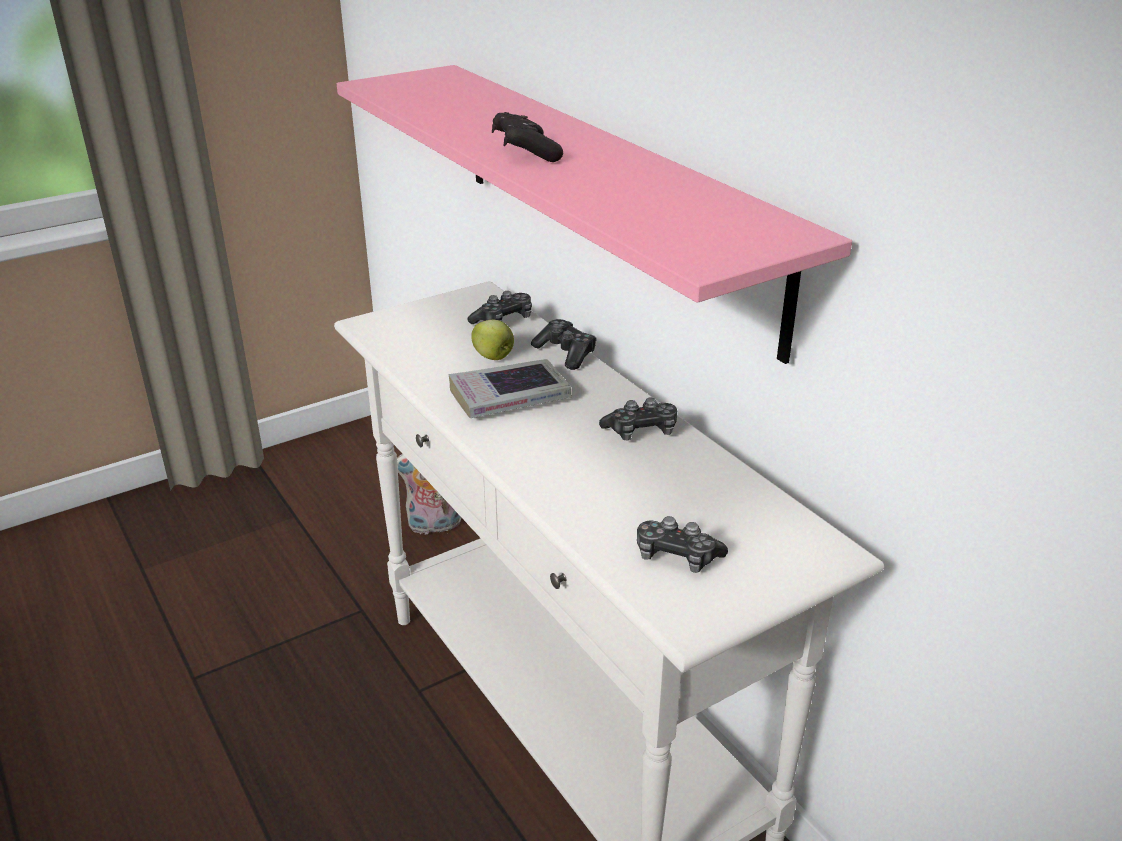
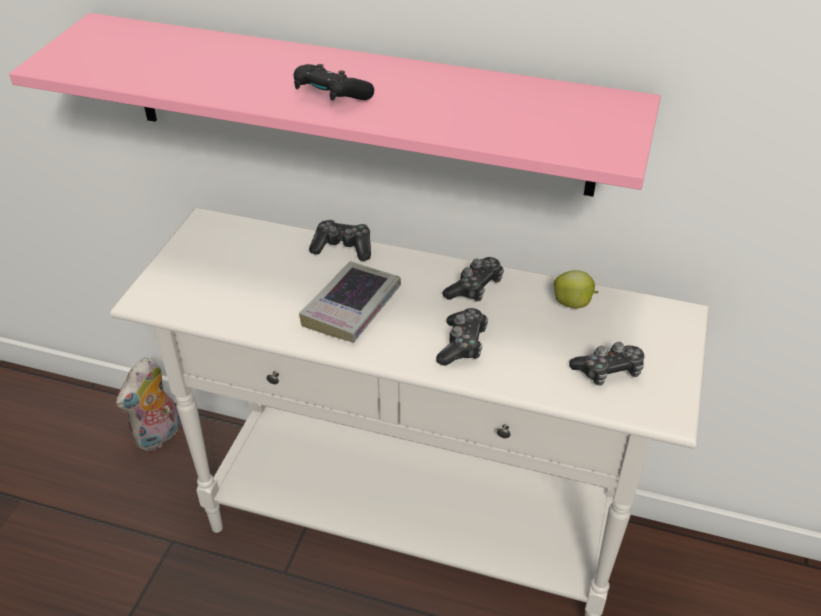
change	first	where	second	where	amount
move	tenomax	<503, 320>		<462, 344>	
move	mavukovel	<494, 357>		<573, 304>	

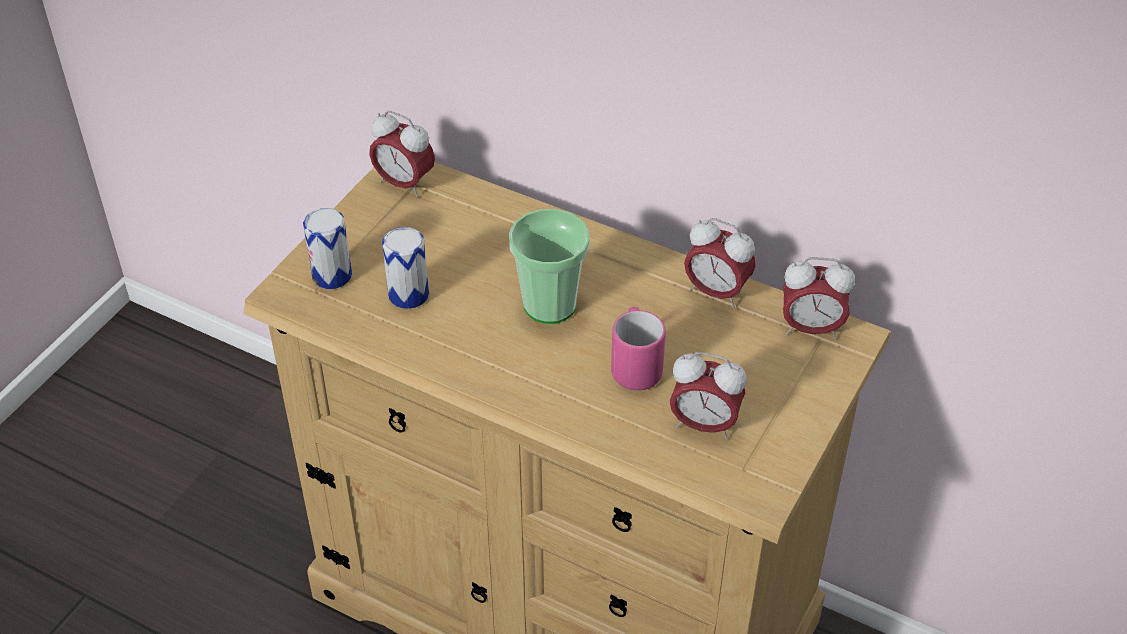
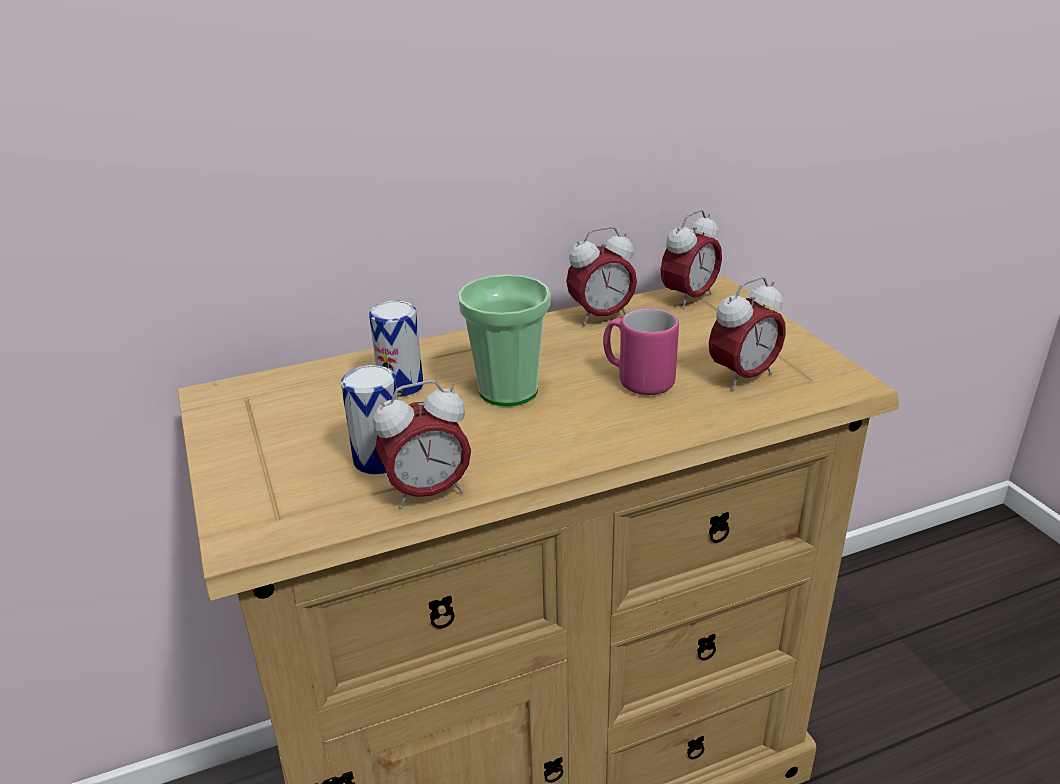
change	first	where	second	where	amount
move	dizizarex	<332, 275>		<401, 386>	
move	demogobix	<404, 184>		<428, 493>	

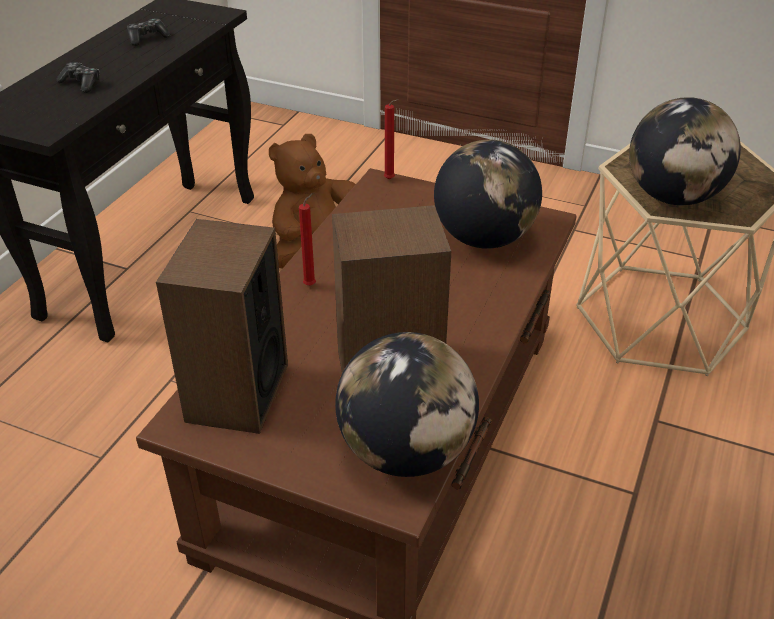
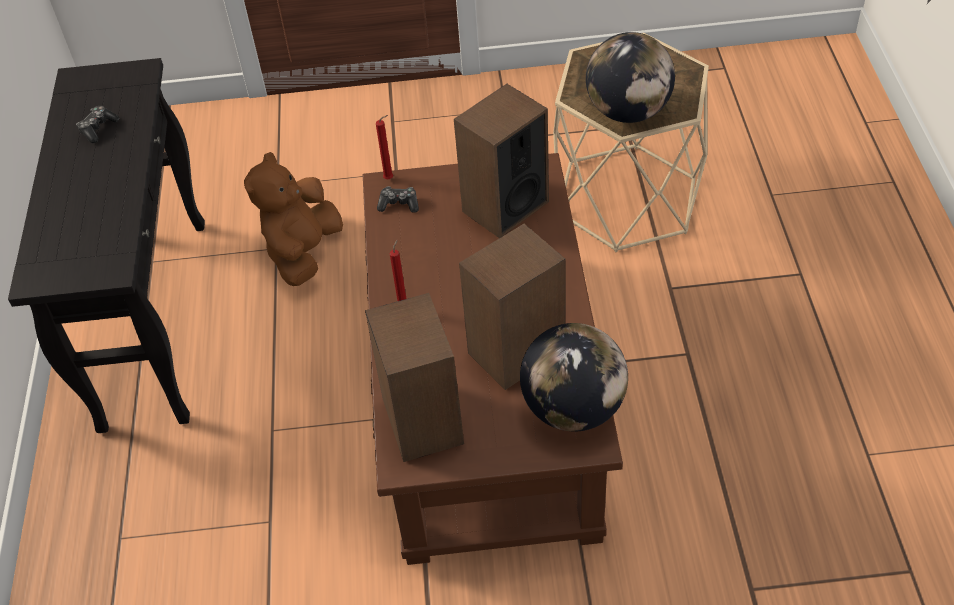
change	first	where	second	where	amount
move	tenomax	<81, 83>		<399, 204>	
replace	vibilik	<484, 239>	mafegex	<505, 206>	

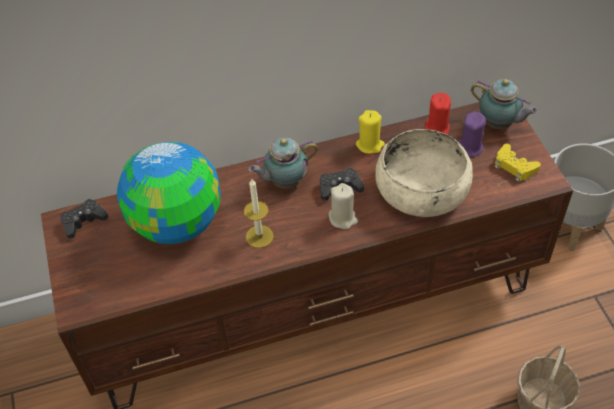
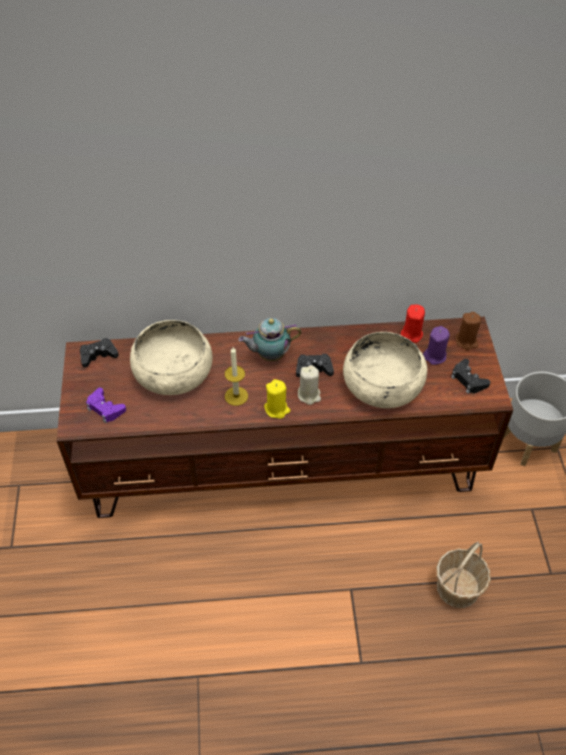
change	first	where	second	where	amount
insert			purple tenomax	<105, 408>	
replace	vibilik	<178, 223>	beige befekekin	<173, 372>	
move	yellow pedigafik	<370, 145>		<277, 409>	
recolor	yellow tenomax	<514, 166>	black tenomax	<468, 380>	
replace	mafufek	<499, 124>	brown pedigafik	<466, 341>	

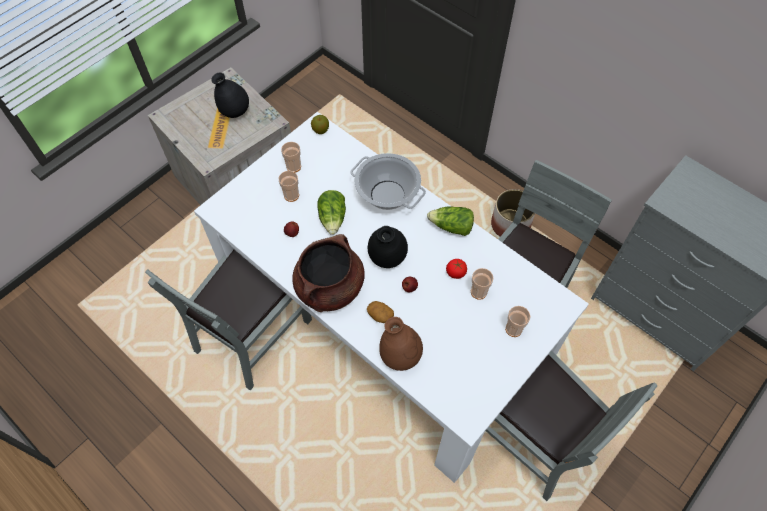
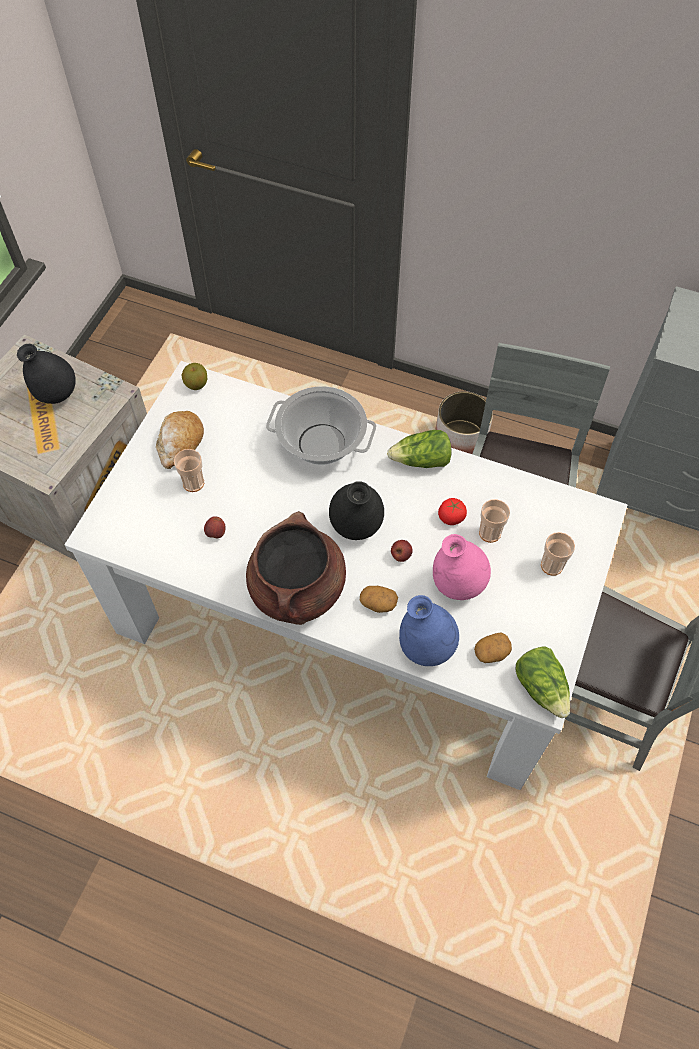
change	first	where	second	where	amount
replace	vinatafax	<293, 166>	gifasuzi	<180, 443>	
recolor	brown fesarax	<400, 356>	blue fesarax	<426, 647>	
insert			pink fesarax	<458, 584>	
insert			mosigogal	<491, 652>	
move	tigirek	<333, 218>		<541, 687>	
delete	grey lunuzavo	<252, 334>			

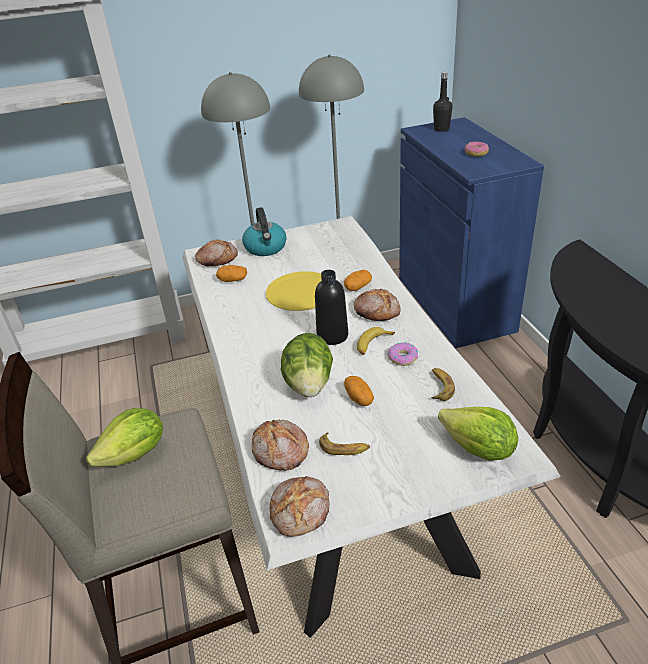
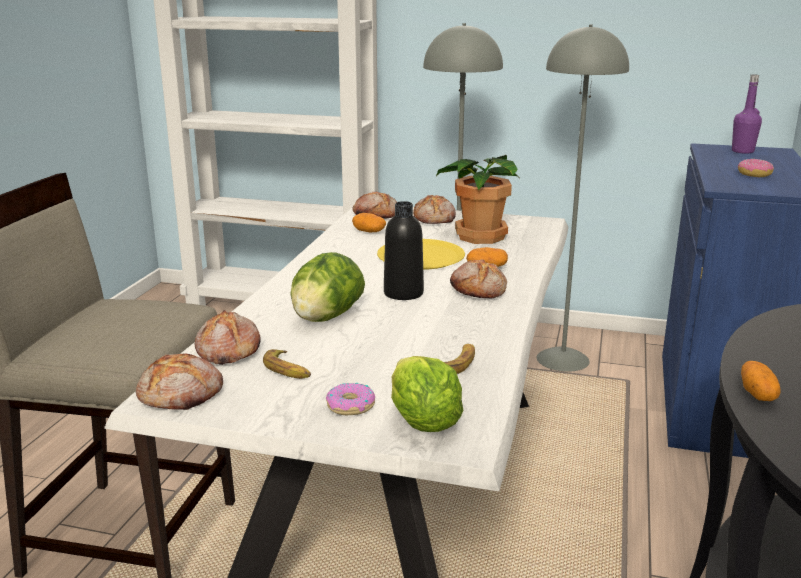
change	first	where	second	where	amount
move	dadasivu	<403, 358>		<350, 406>	
replace	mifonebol	<266, 248>	gifasuzi	<435, 219>	
insert			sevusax	<479, 236>	
recolor	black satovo	<441, 129>	purple satovo	<742, 151>	
move	mosigogal	<359, 398>		<758, 394>	
delete	tigirek	<135, 454>			
delete	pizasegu	<372, 345>			

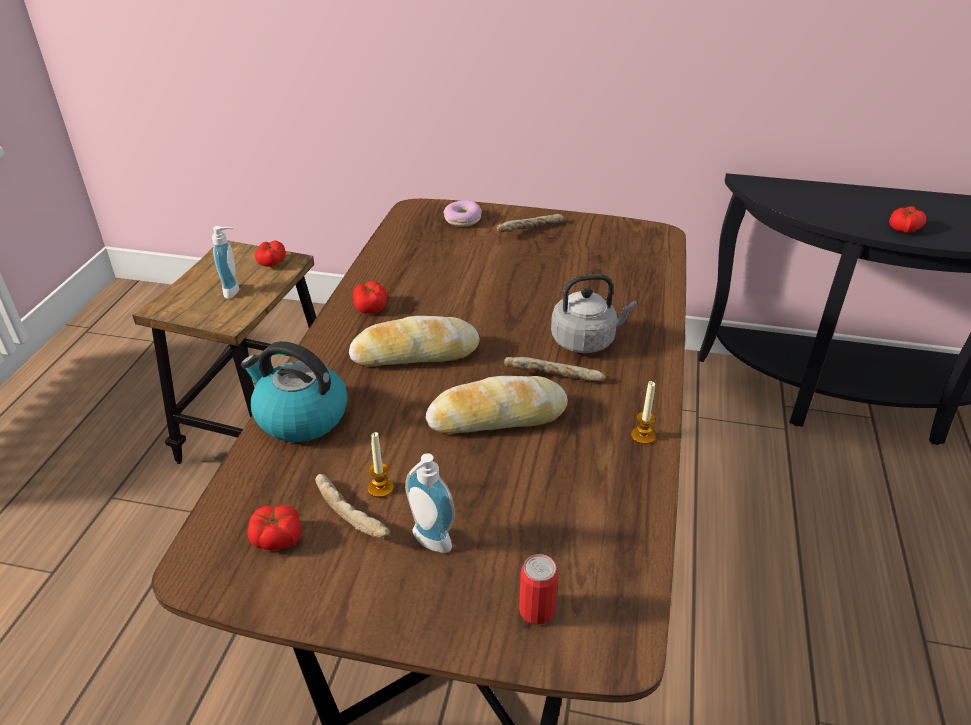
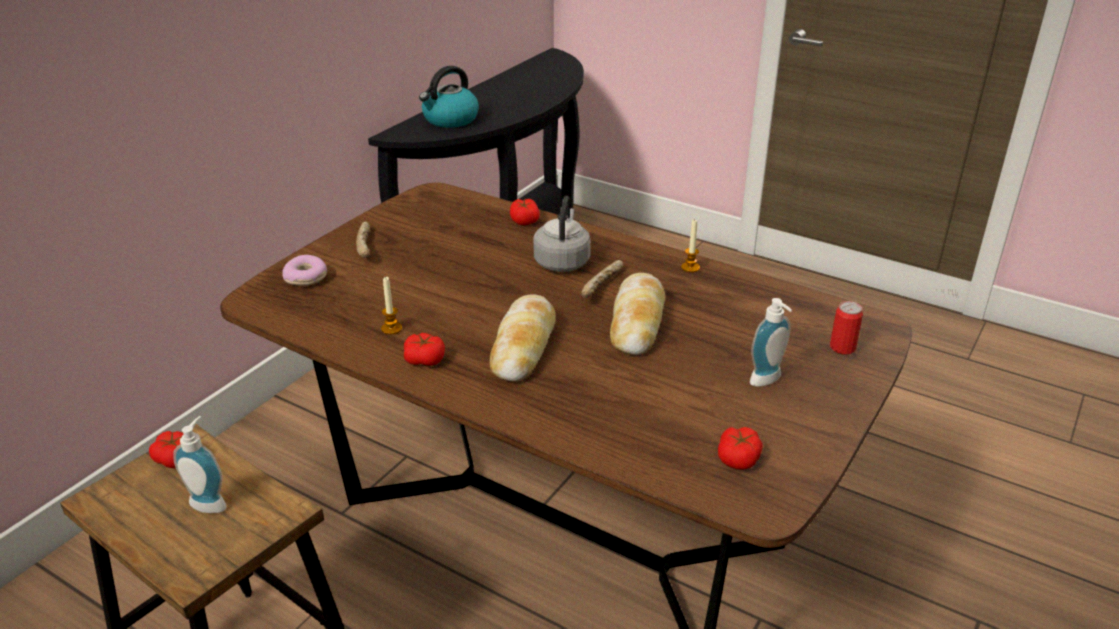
change	first	where	second	where	amount
move	pedigafik	<380, 488>		<391, 329>	
move	mifonebol	<300, 416>		<450, 120>	
move	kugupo	<904, 228>		<524, 220>	
delete	gifasuzi	<352, 514>			

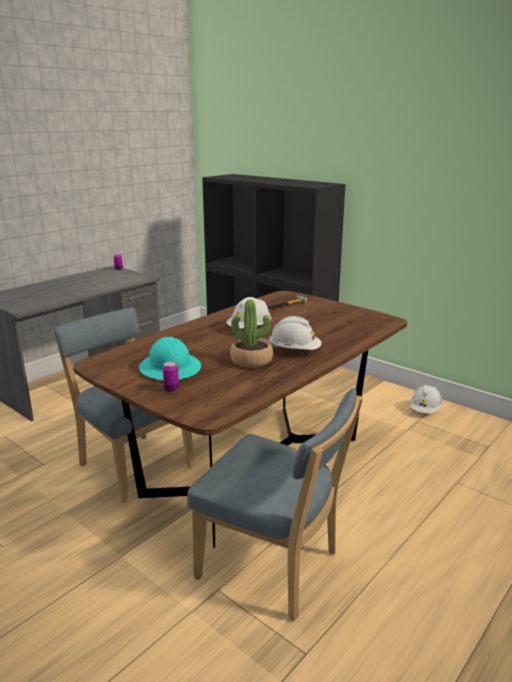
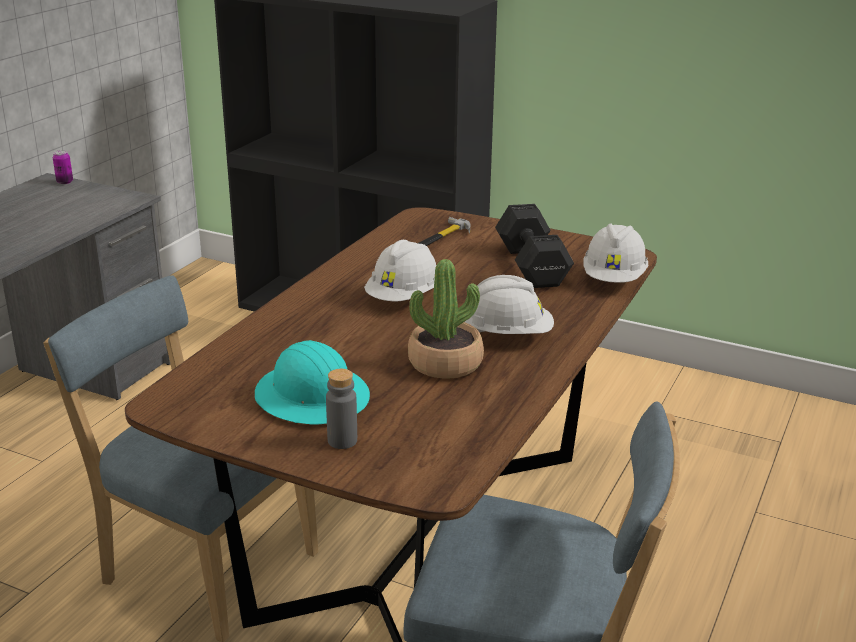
change	first	where	second	where	amount
replace	dizizarex	<171, 389>	grey satovo	<342, 441>	
insert			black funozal	<532, 265>	
move	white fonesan	<425, 410>		<614, 279>	

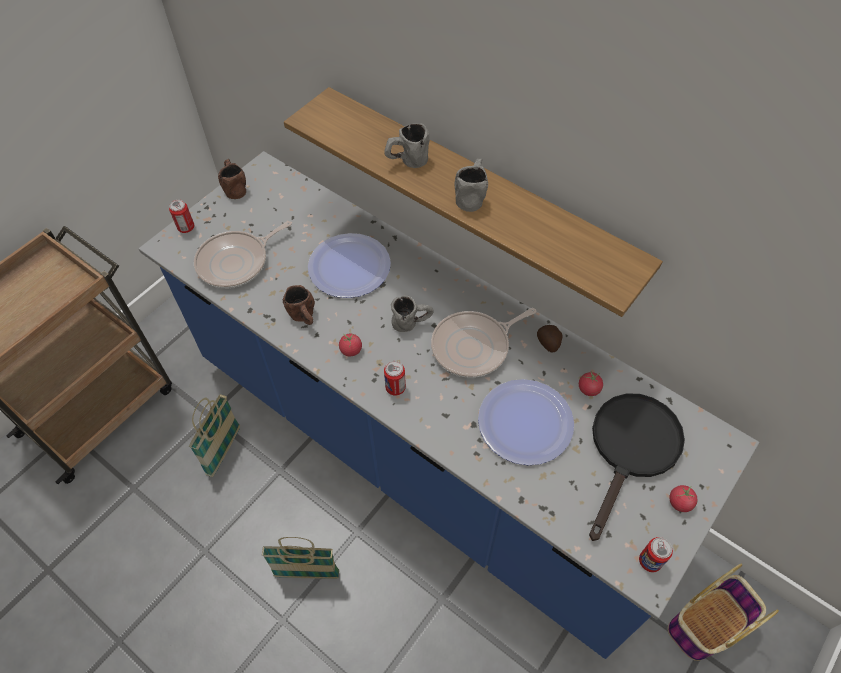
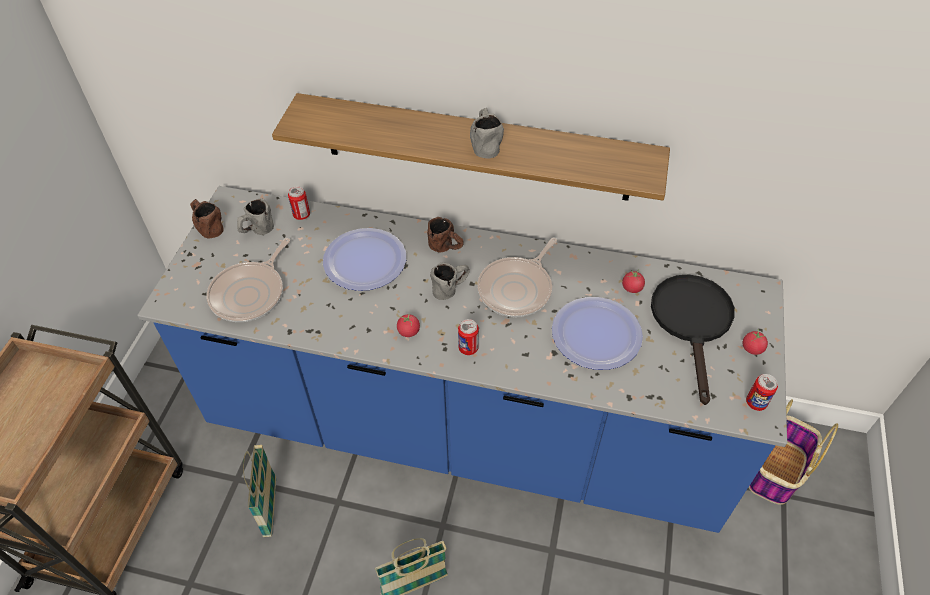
change	first	where	second	where	amount
move	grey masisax	<406, 161>		<257, 231>	
move	dizizarex	<186, 228>		<301, 215>	
move	brown masisax	<304, 318>		<446, 248>	
delete	mosigogal	<548, 344>			

